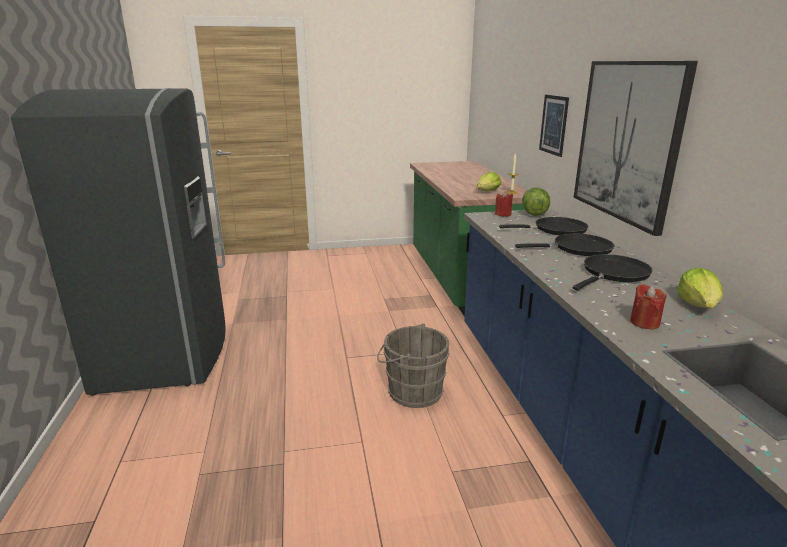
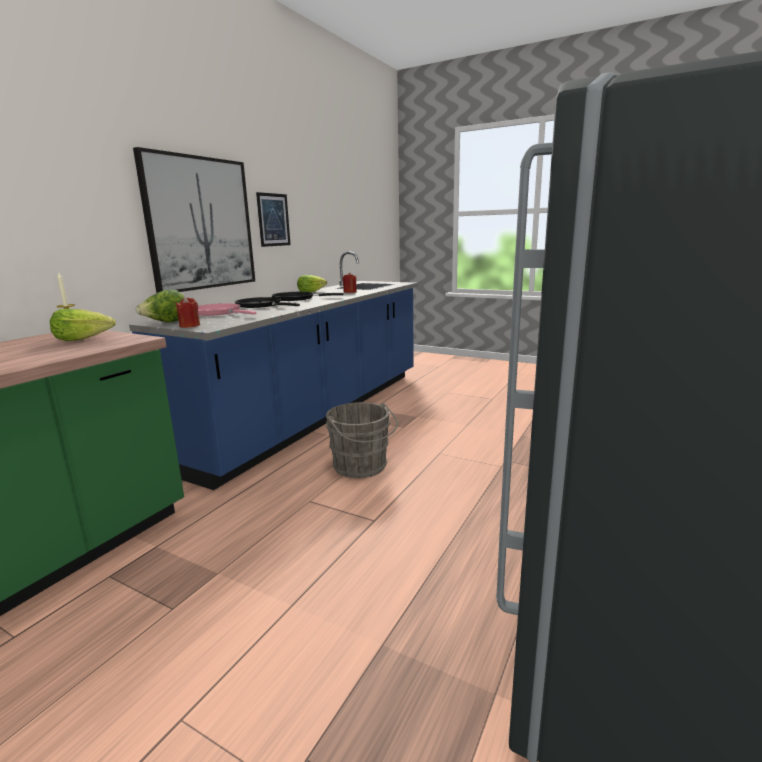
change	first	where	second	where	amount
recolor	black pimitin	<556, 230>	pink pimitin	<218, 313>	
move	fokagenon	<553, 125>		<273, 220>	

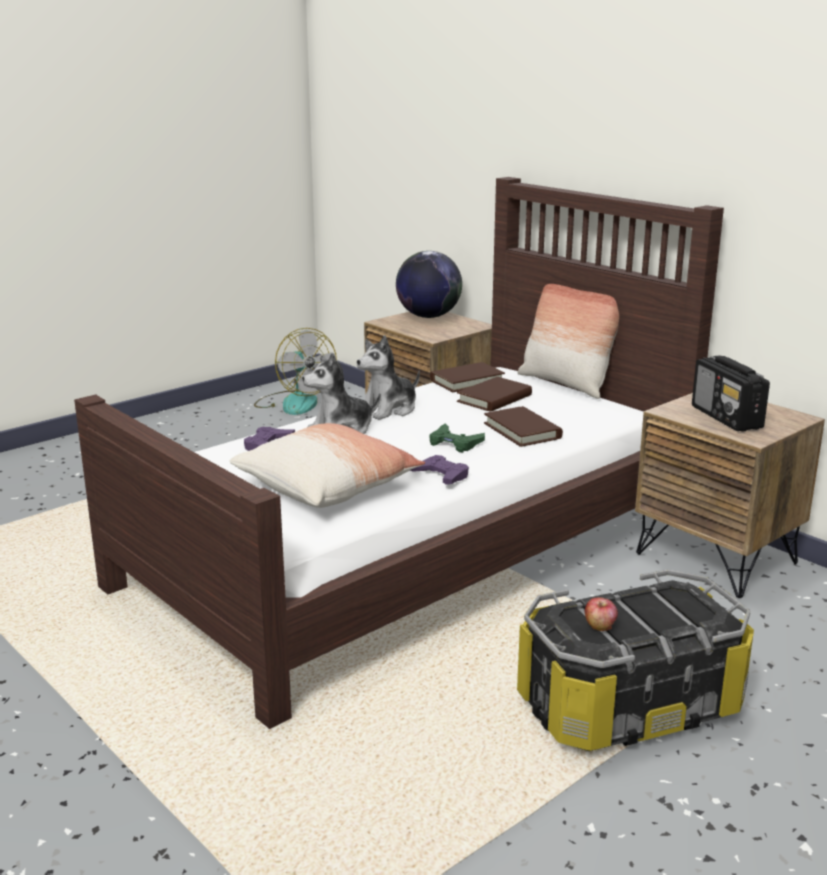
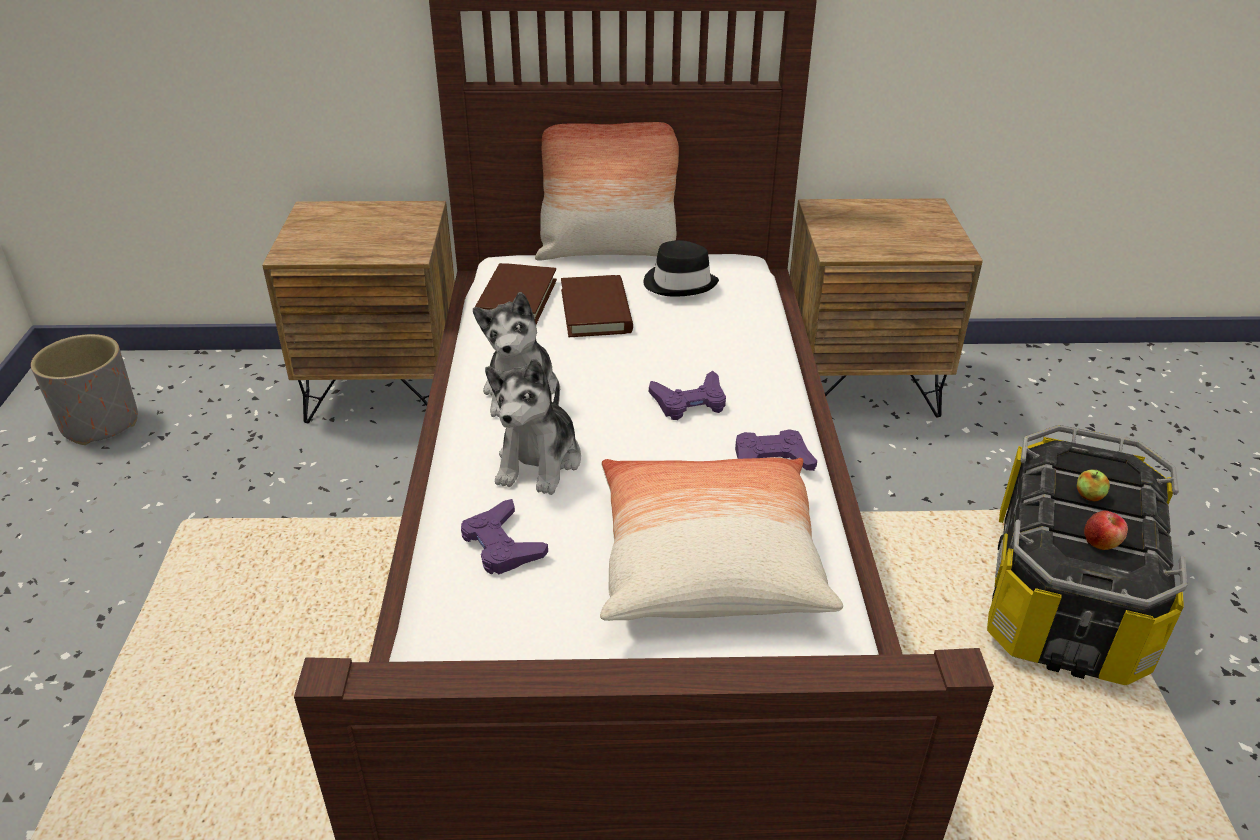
change	first	where	second	where	amount
replace	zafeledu	<294, 402>	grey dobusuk	<100, 423>	
insert			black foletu	<680, 283>	
recolor	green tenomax	<454, 443>	purple tenomax	<689, 402>	
insert			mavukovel	<1089, 496>	
delete	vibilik	<428, 316>			
delete	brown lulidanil	<522, 431>			
delete	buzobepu	<726, 418>			

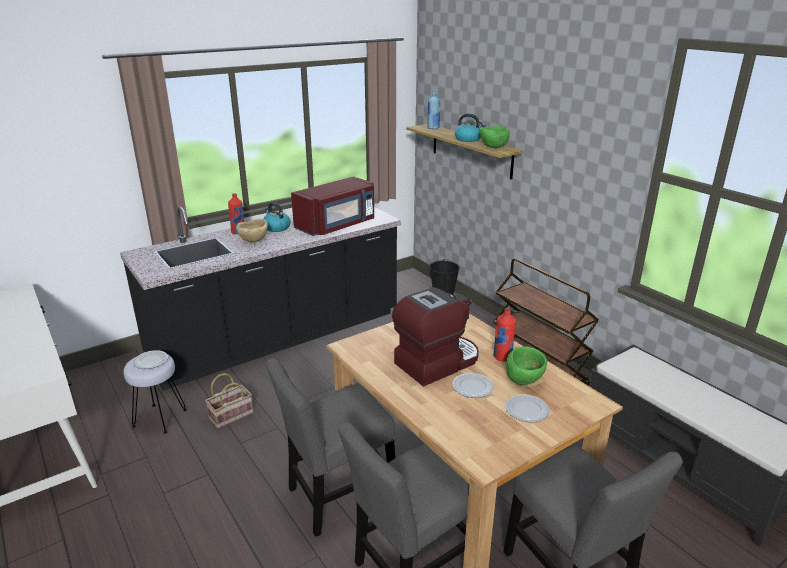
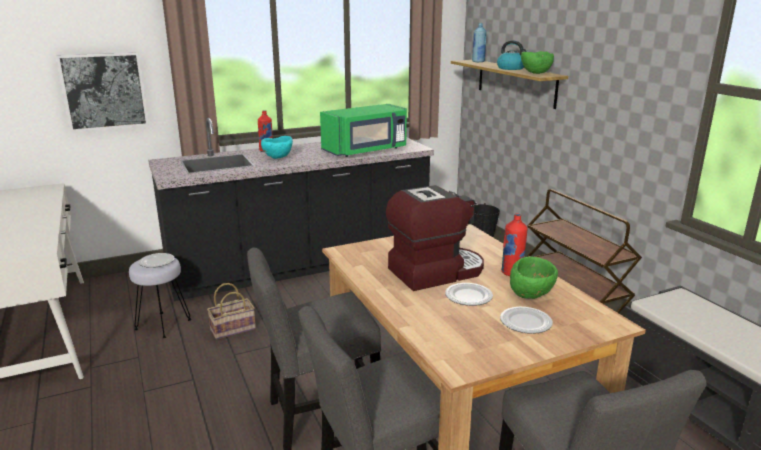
change	first	where	second	where	amount
insert			fokagenon	<104, 91>	
recolor	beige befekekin	<253, 241>	turquoise befekekin	<278, 158>	
recolor	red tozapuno	<337, 225>	green tozapuno	<366, 150>	
delete	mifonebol	<276, 228>			

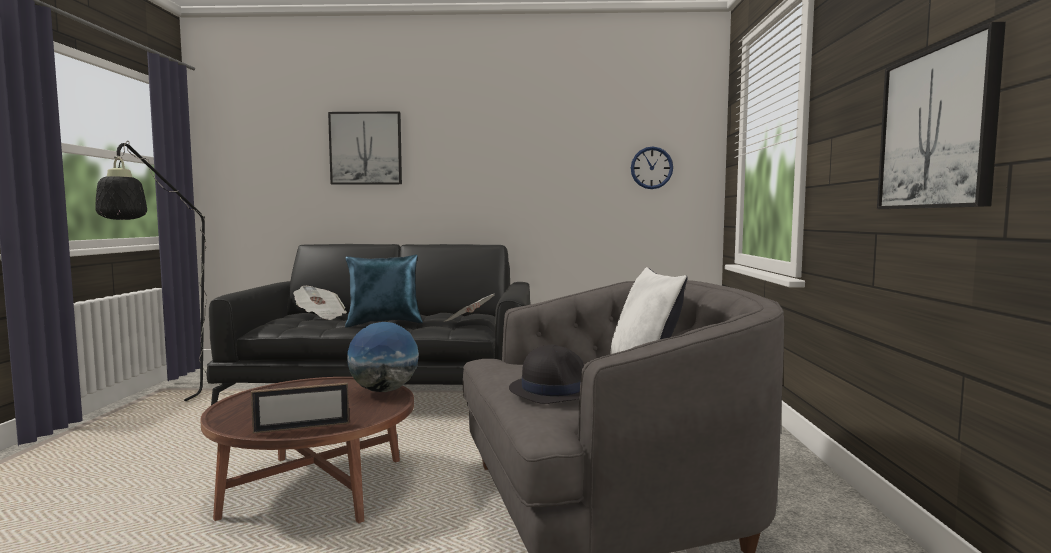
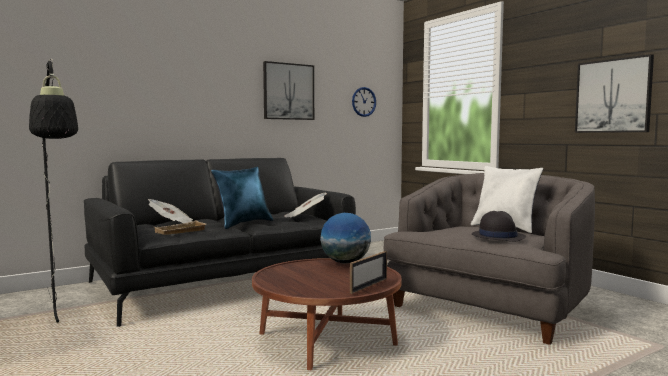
change	first	where	second	where	amount
insert			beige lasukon	<180, 232>	
move	fokagenon	<366, 148>		<288, 91>	

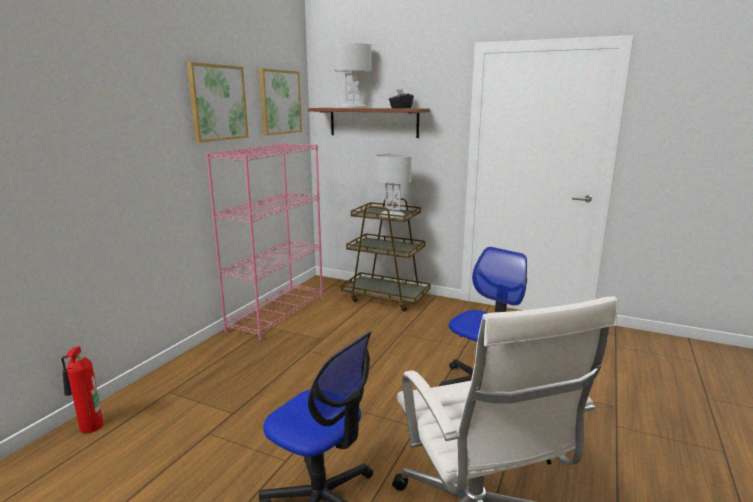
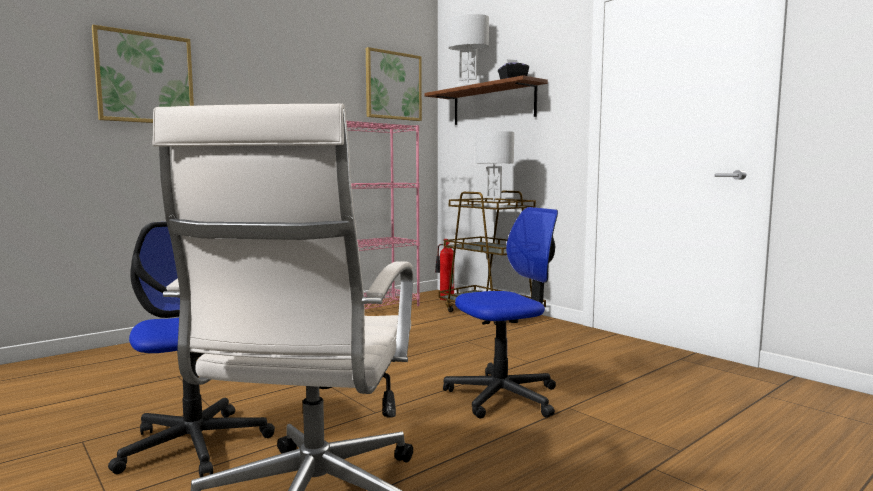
change	first	where	second	where	amount
move	fokagenon	<218, 103>		<145, 78>	
move	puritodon	<88, 428>		<445, 299>	

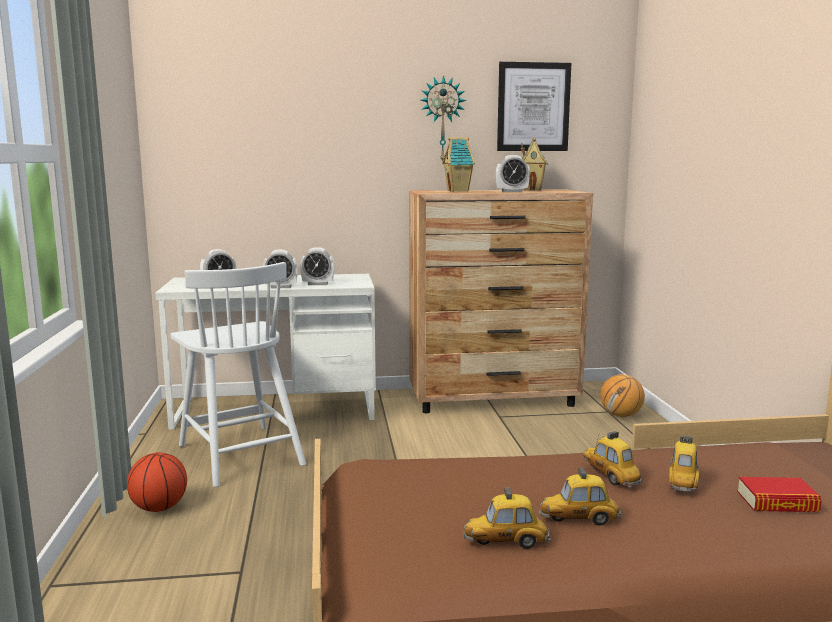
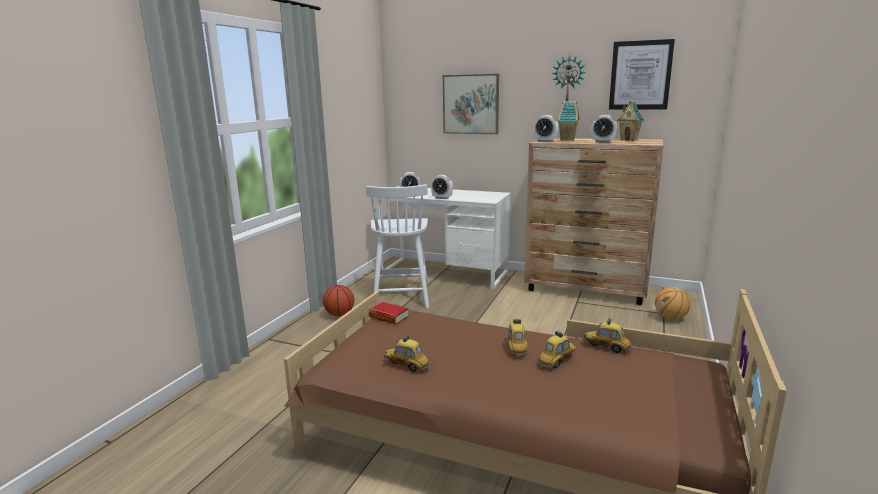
change	first	where	second	where	amount
move	lulidanil	<777, 502>		<388, 317>	
insert			fokagenon	<471, 104>	
move	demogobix	<318, 284>		<545, 141>	
move	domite	<579, 520>		<606, 347>	

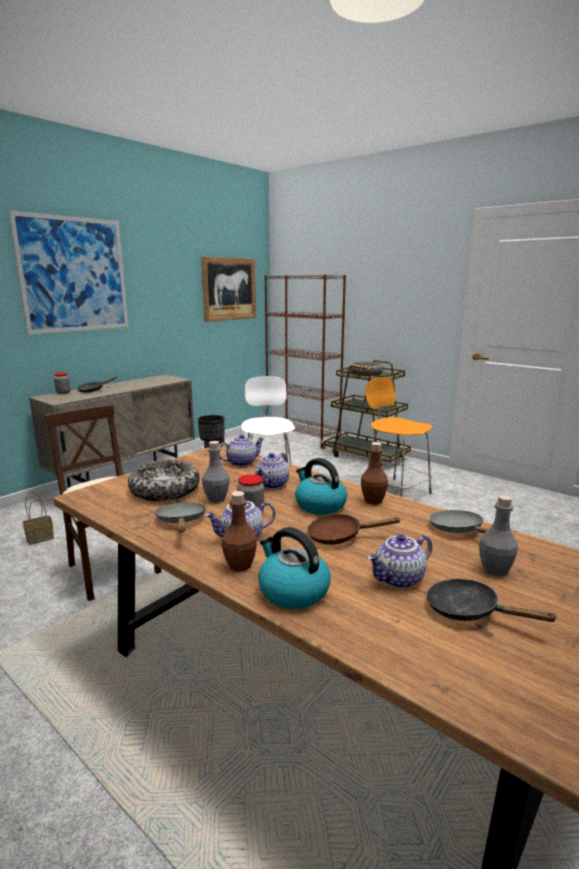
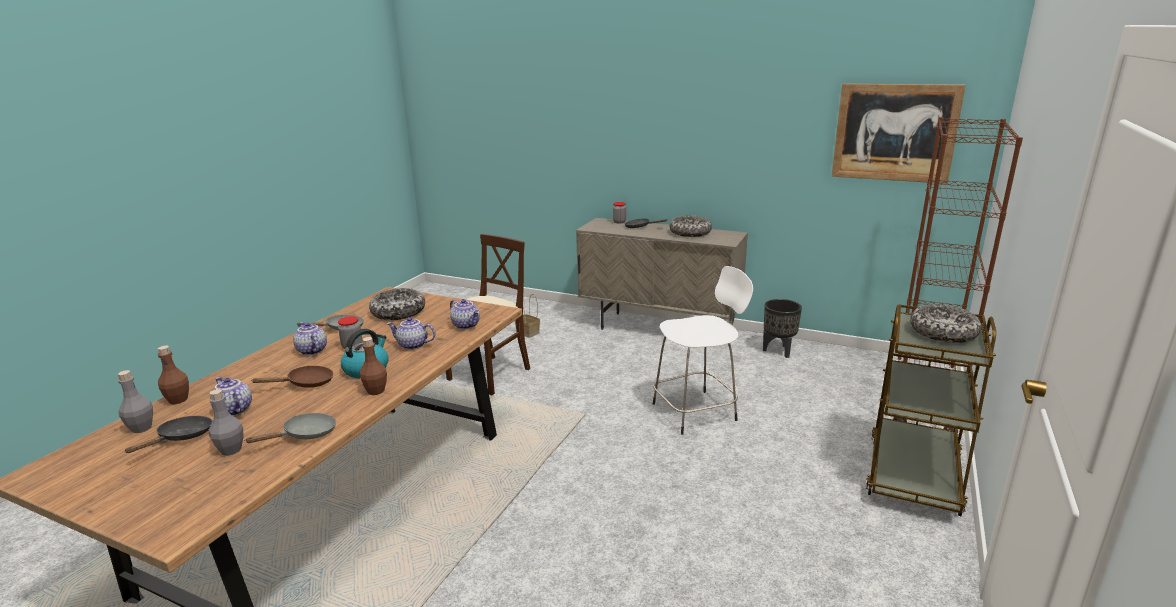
change	first	where	second	where	amount
move	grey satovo	<216, 499>		<141, 428>	
move	brown satovo	<240, 565>		<178, 400>	
rotate	brown pimitin	<340, 536>		<306, 383>	75 degrees clockwise
insert			befekekin	<690, 232>	
delete	fokagenon	<74, 275>			
delete	mifonebol	<292, 591>			
delete	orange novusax	<395, 491>			

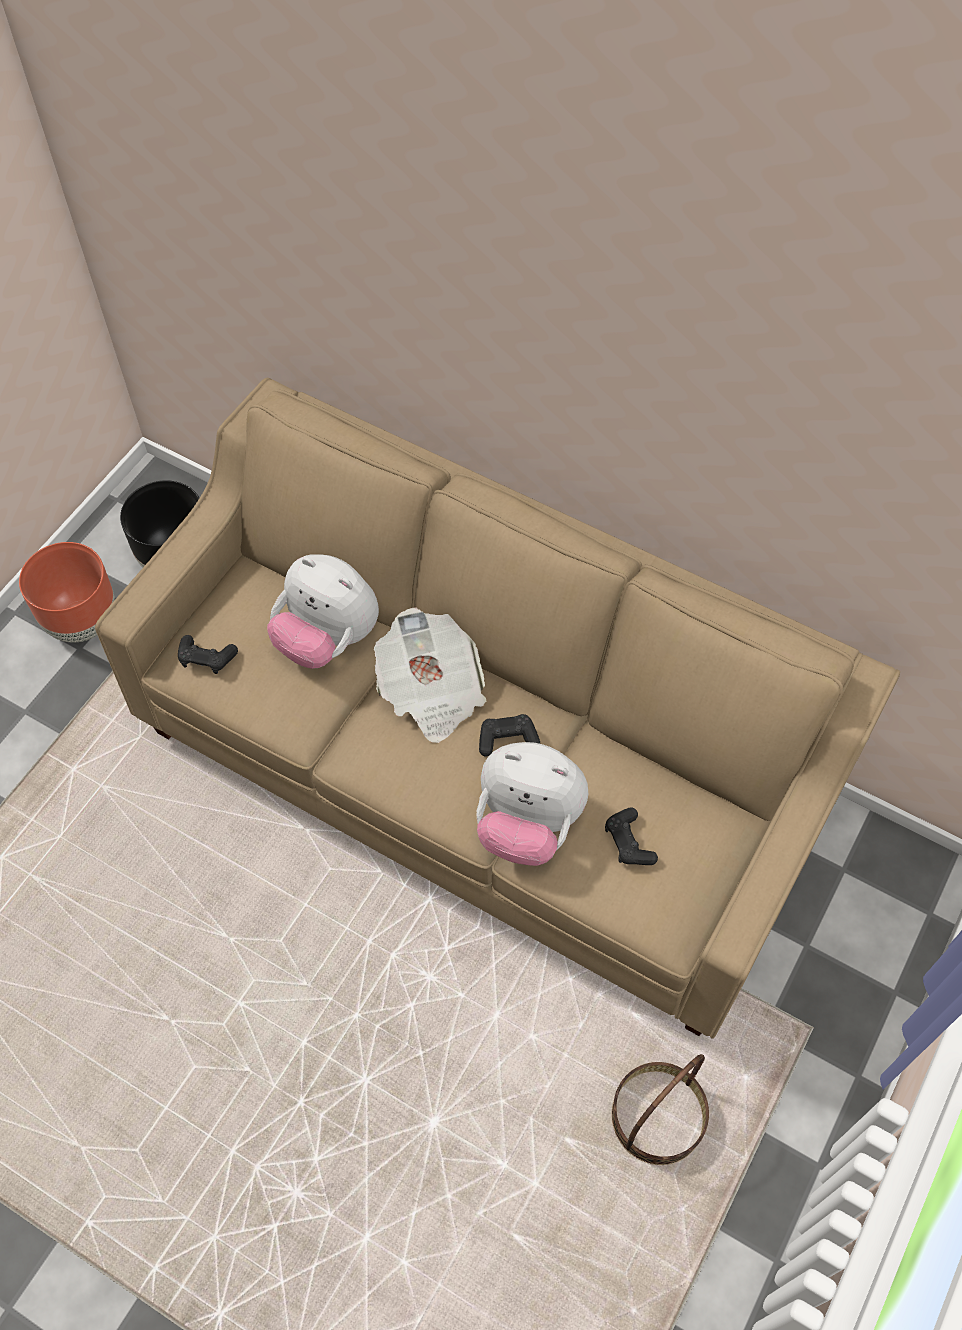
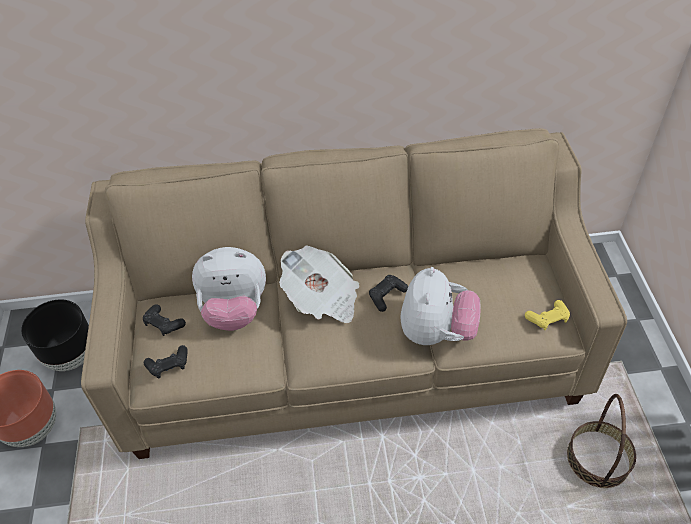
change	first	where	second	where	amount
move	black tenomax	<628, 842>		<164, 324>	
rotate	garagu	<527, 824>		<436, 332>	60 degrees counterclockwise
insert			yellow tenomax	<547, 318>	

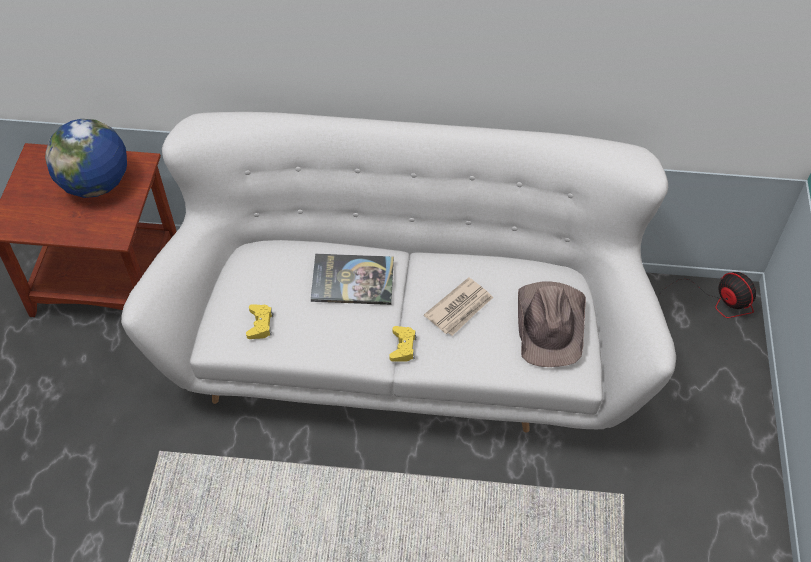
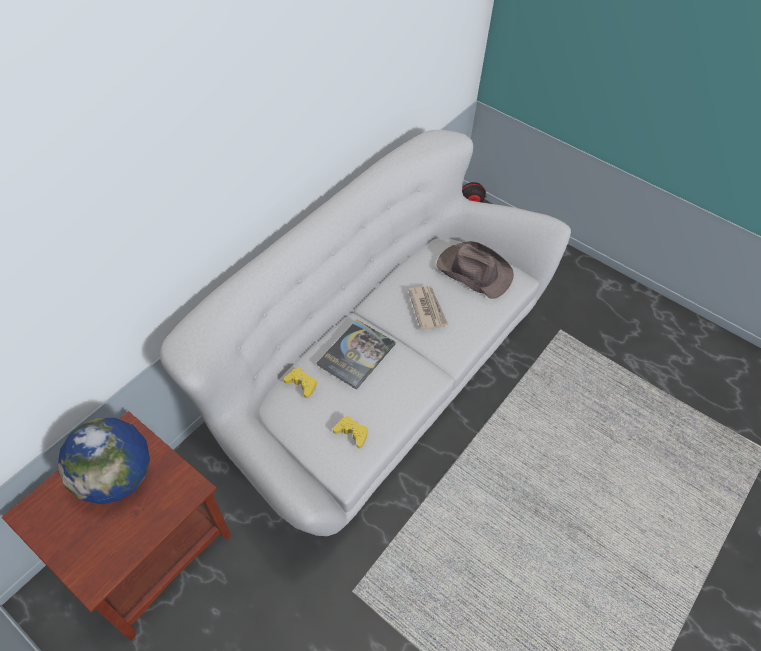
change	first	where	second	where	amount
move	yellow tenomax	<403, 347>		<302, 384>	

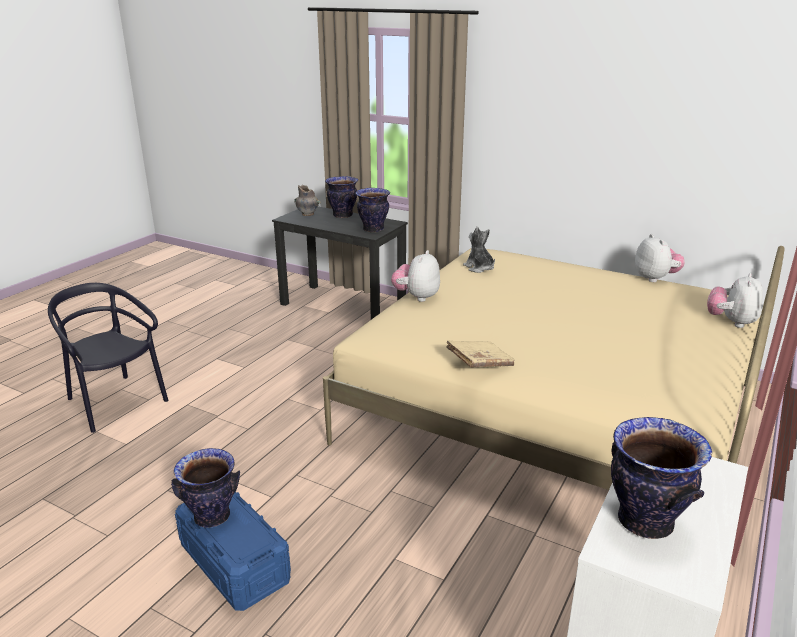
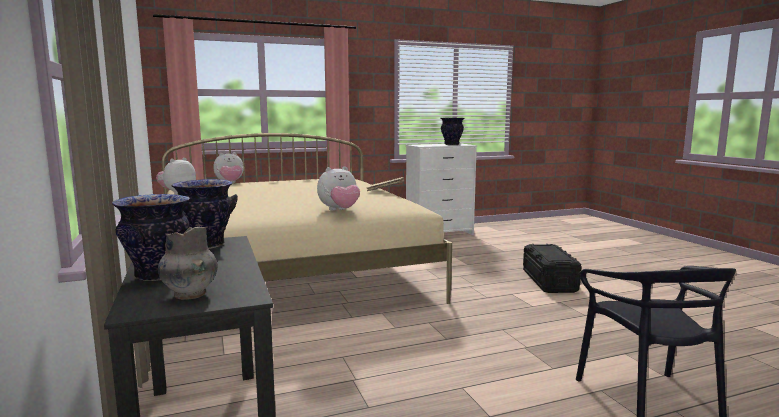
change	first	where	second	where	amount
recolor	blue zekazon	<234, 563>	black zekazon	<549, 281>	
delete	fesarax	<212, 516>			
delete	garagu	<479, 268>			

